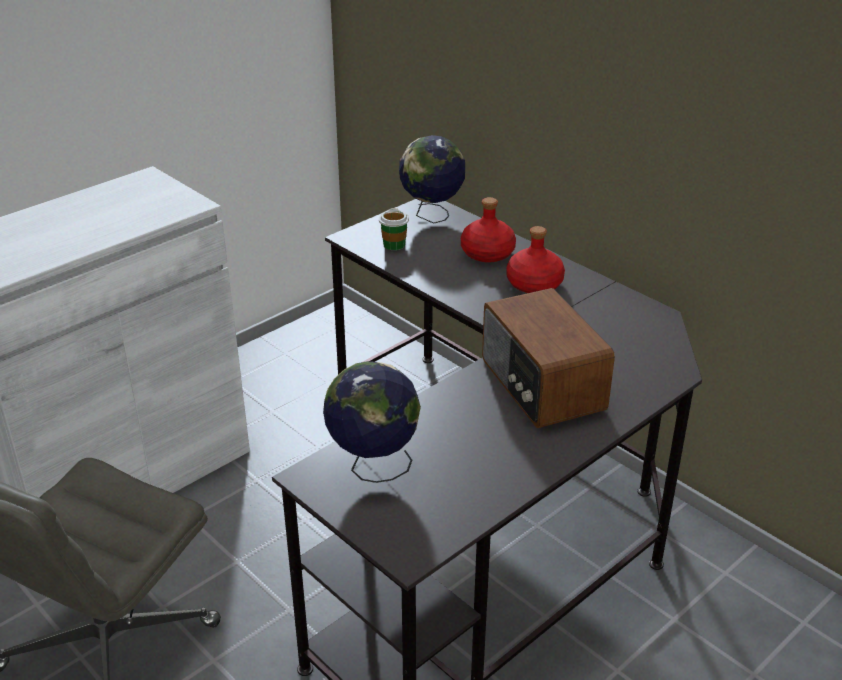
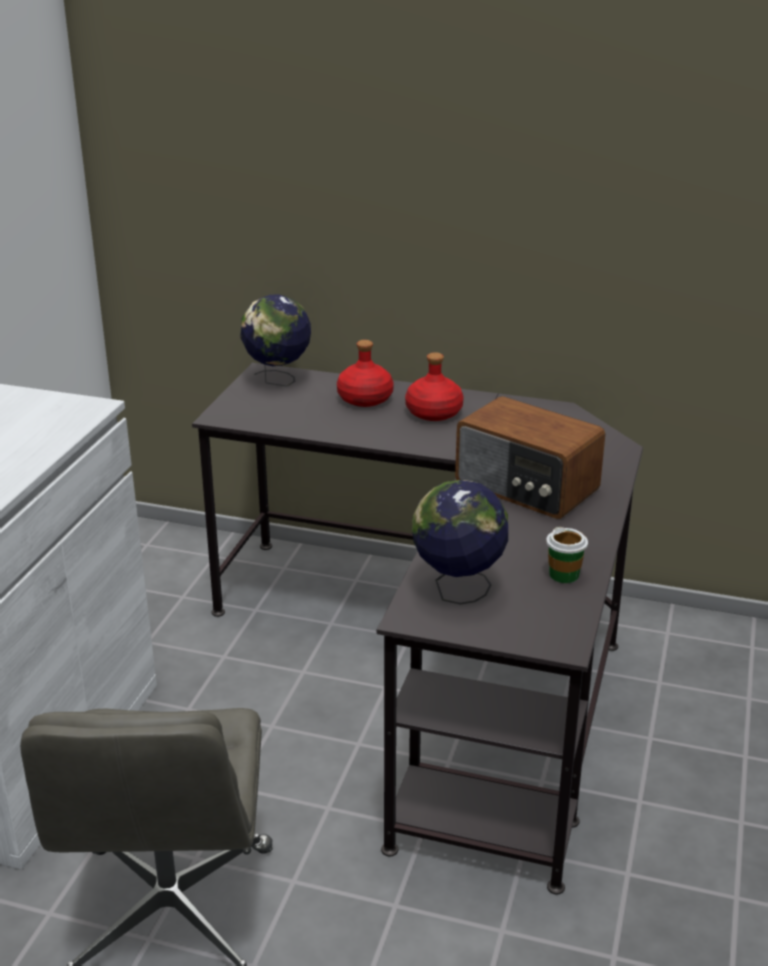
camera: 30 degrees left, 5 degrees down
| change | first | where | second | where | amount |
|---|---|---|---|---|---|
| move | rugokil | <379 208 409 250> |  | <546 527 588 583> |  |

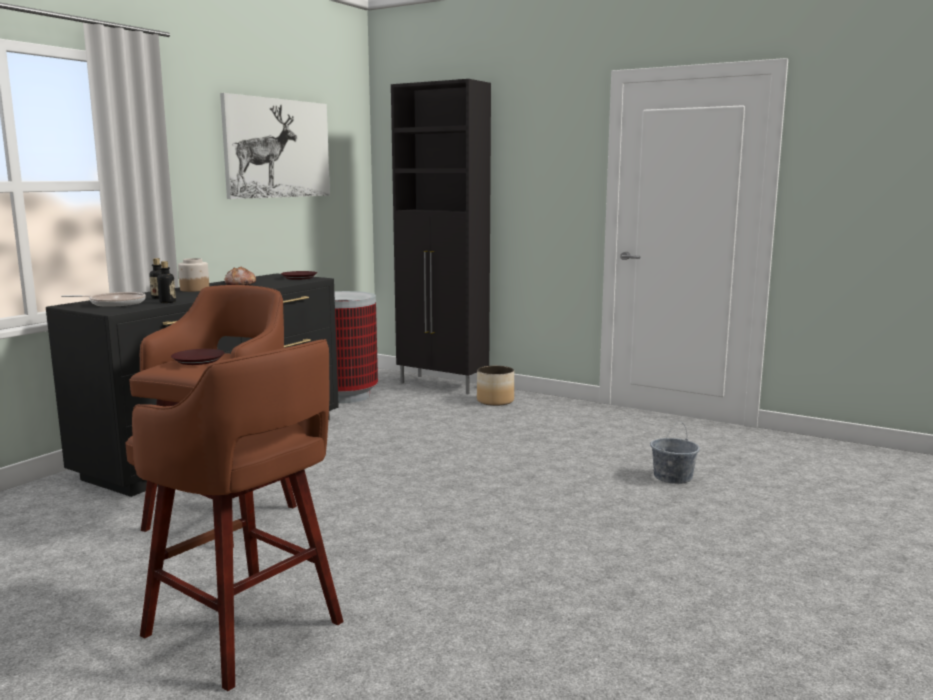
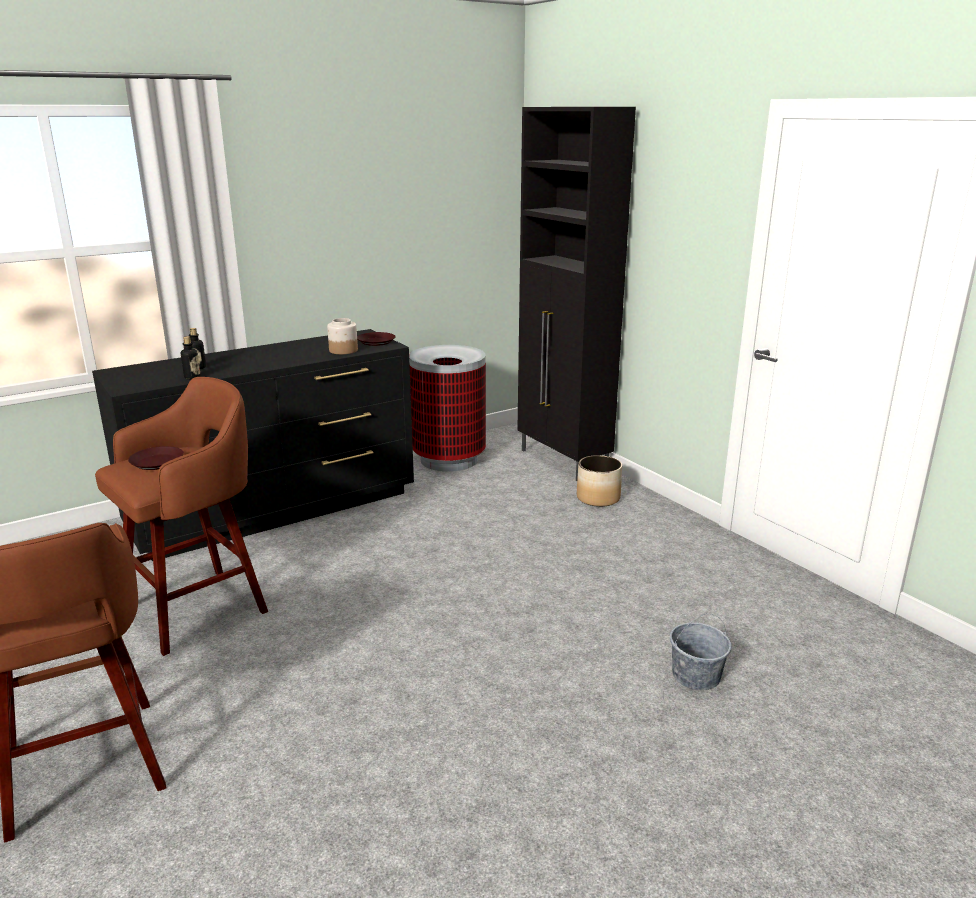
camera: 25 degrees right, 10 degrees up
| change | first | where | second | where | amount |
|---|---|---|---|---|---|
| delete | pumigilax | <61 292 146 307> |  |  |  |
| move | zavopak | <178 258 209 292> |  | <327 318 358 354> |  |
| delete | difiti | <220 93 330 199> |  |  |  |
| delete | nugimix | <224 267 256 285> |  |  |  |

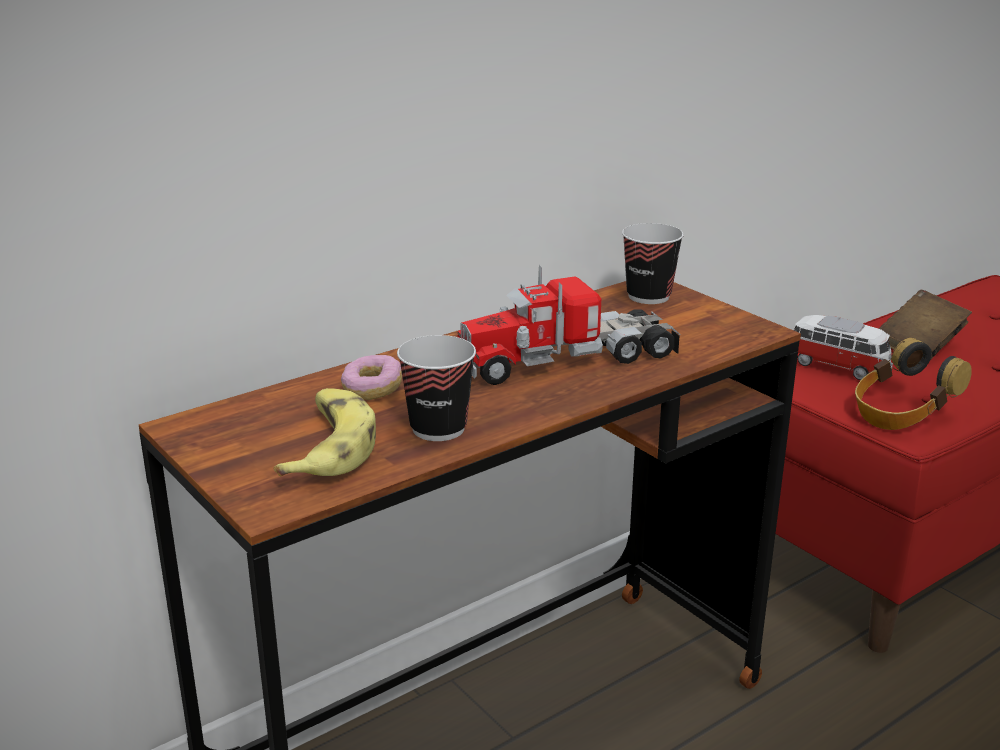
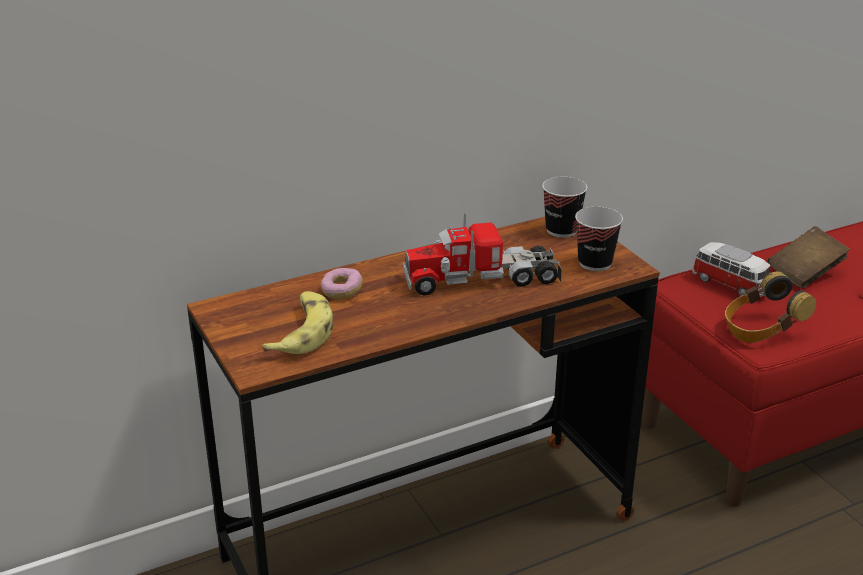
camera: 10 degrees right, 5 degrees up
| change | first | where | second | where | amount |
|---|---|---|---|---|---|
| move | rugokil | <397 335 476 441> |  | <575 207 623 271> |  |

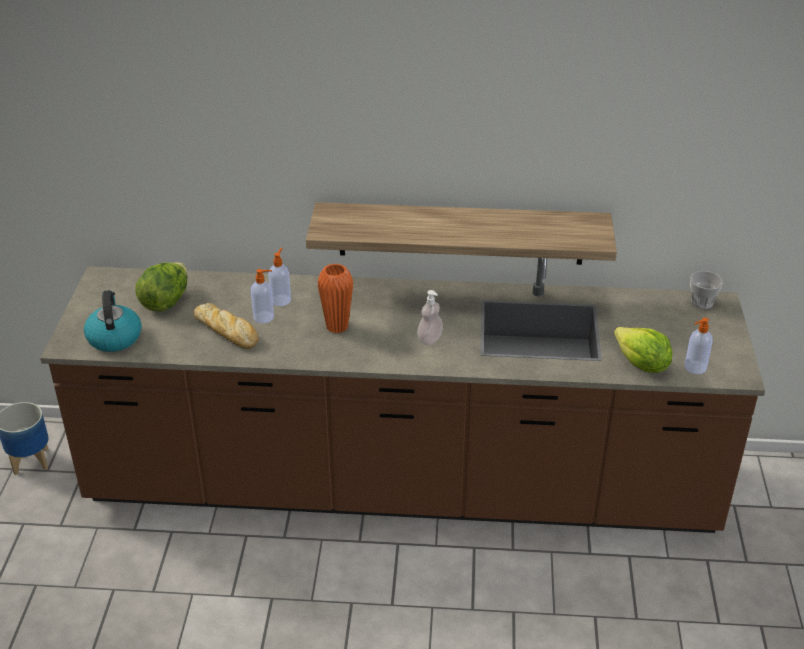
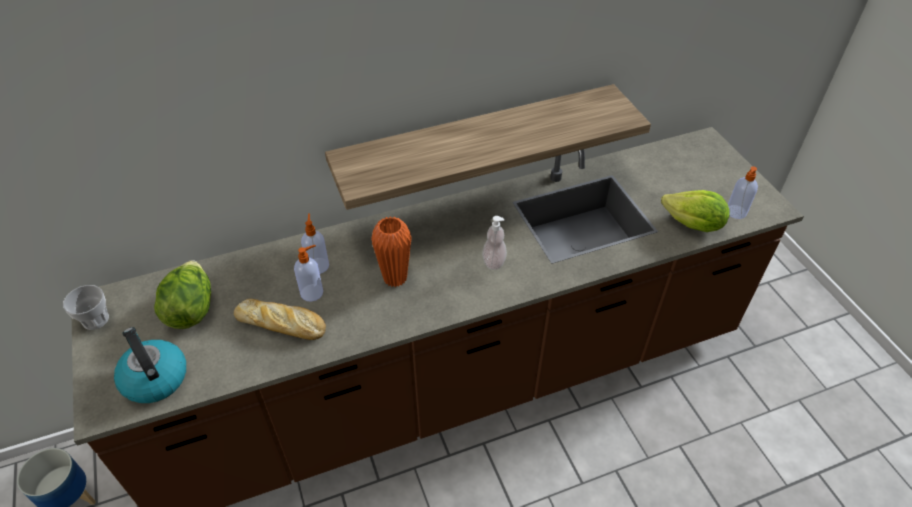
camera: 25 degrees left, 10 degrees up
| change | first | where | second | where | amount |
|---|---|---|---|---|---|
| move | rugokil | <690 271 723 309> |  | <63 285 109 330> |  |

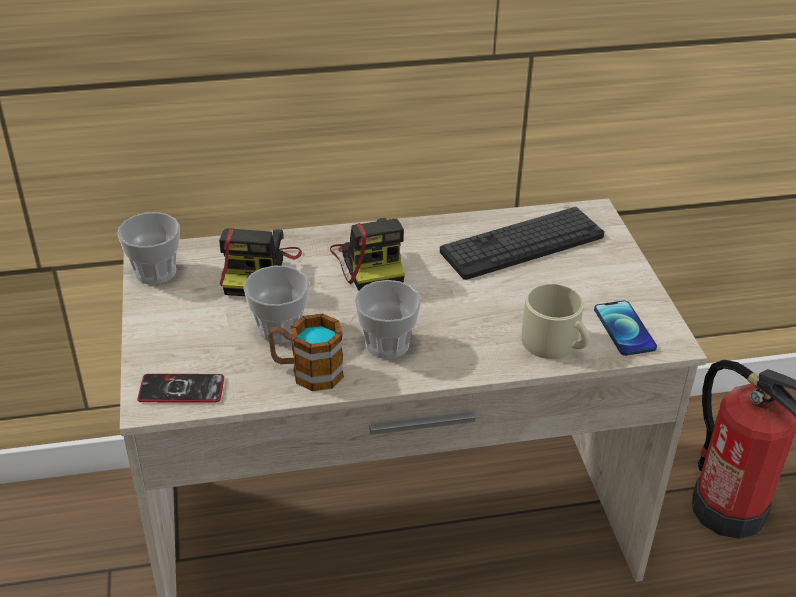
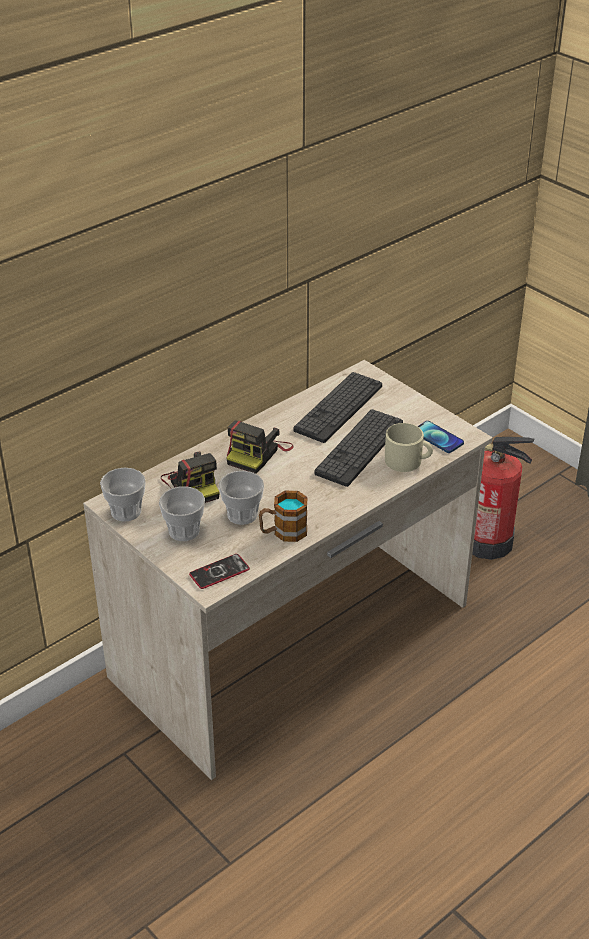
camera: 30 degrees left, 0 degrees up
| change | first | where | second | where | amount |
|---|---|---|---|---|---|
| rotate | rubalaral | <330 218 405 291> |  | <226 420 293 474> | 75 degrees clockwise |
| move | rugokil | <354 280 421 359> |  | <159 486 205 541> |  |
| insert |  |  | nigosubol | <314 409 403 487> |  |

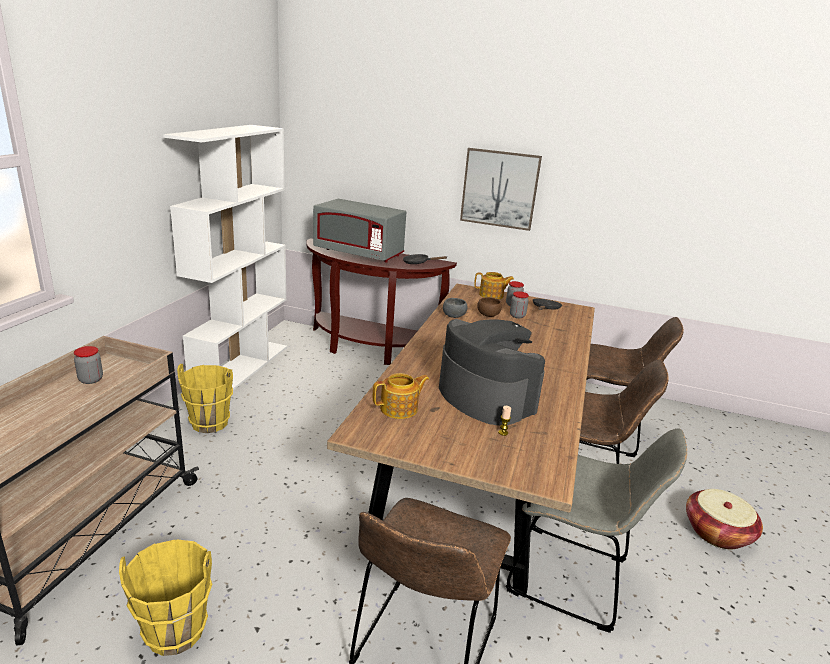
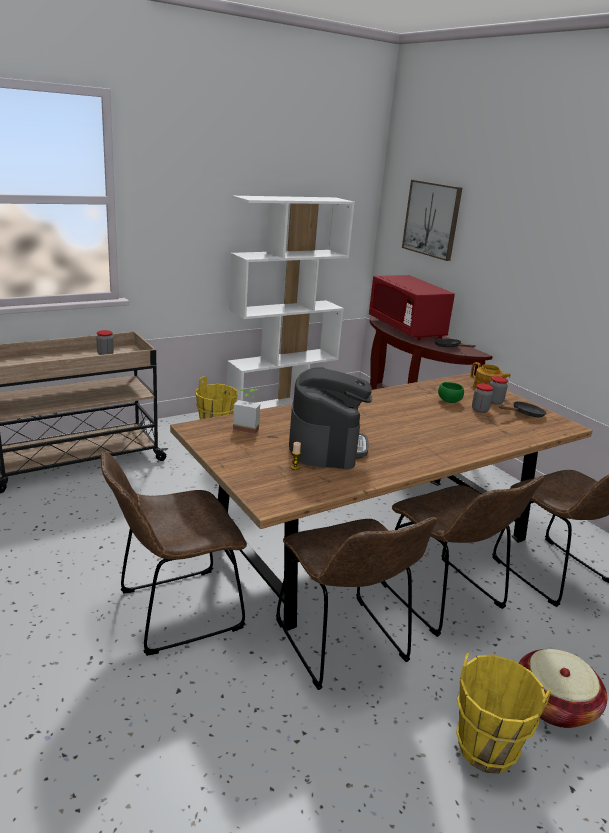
camera: 40 degrees right, 0 degrees up
| change | first | where | second | where | amount |
|---|---|---|---|---|---|
| move | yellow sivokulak | <119 539 212 656> |  | <456 653 551 774> |  |
| recolor | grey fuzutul | <313 199 406 262> | red fuzutul | <369 275 455 340> |  |
| replace | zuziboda | <373 373 429 419> | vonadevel | <233 389 260 434> |  |
| delete | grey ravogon | <443 298 467 318> |  |  |  |
| move | difiti | <460 148 542 231> |  | <402 180 462 261> |  |
| recolor | brown ravogon | <477 297 502 317> | green ravogon | <438 382 464 403> |  |
| recolor | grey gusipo | <506 429 687 633> | brown gusipo | <276 517 437 690> |  |

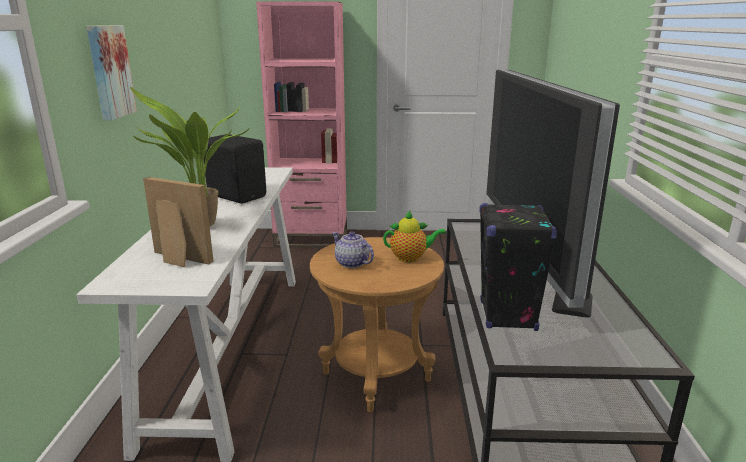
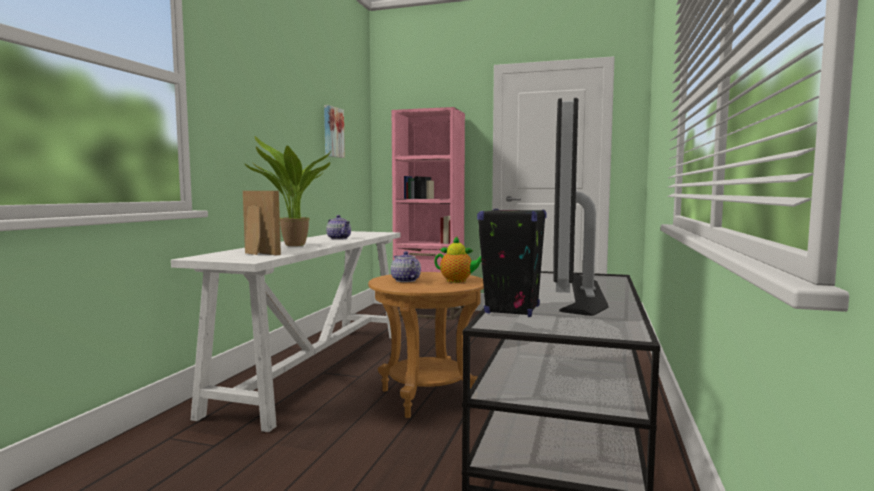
camera: 15 degrees right, 15 degrees down
| change | first | where | second | where | amount |
|---|---|---|---|---|---|
| move | difiti | <86 25 137 121> |  | <324 105 345 158> |  |
| replace | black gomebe | <204 134 266 204> | zuziboda | <326 215 351 240> |  |

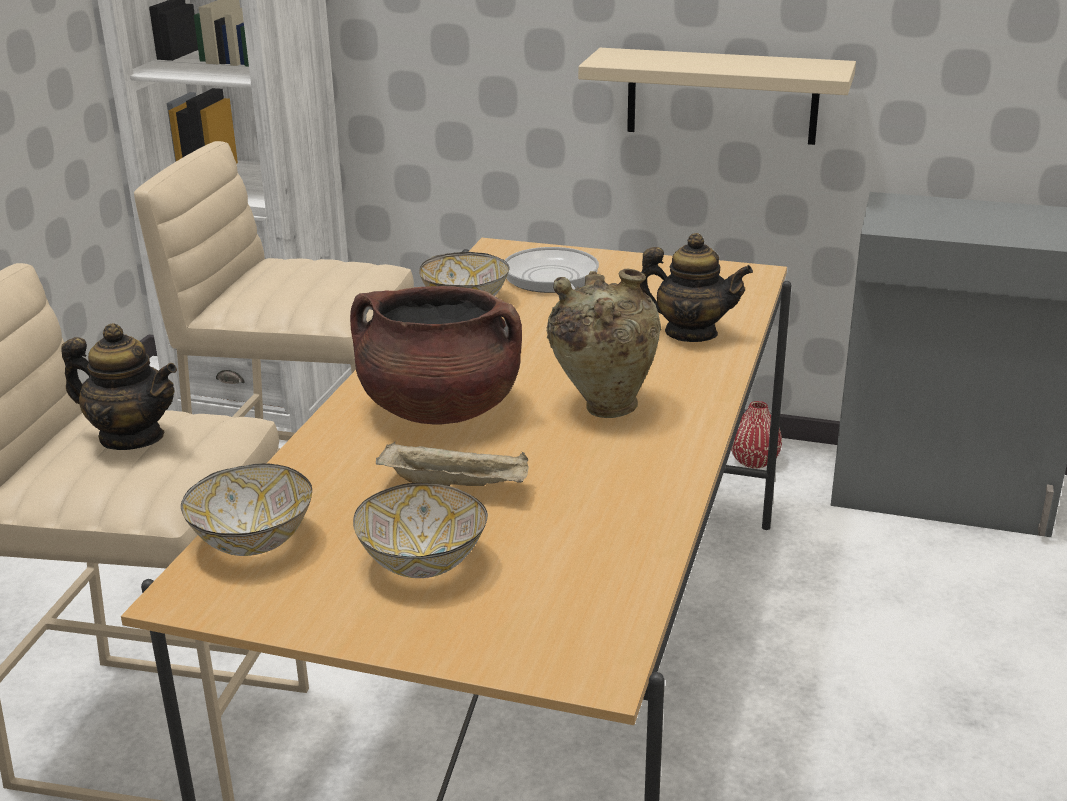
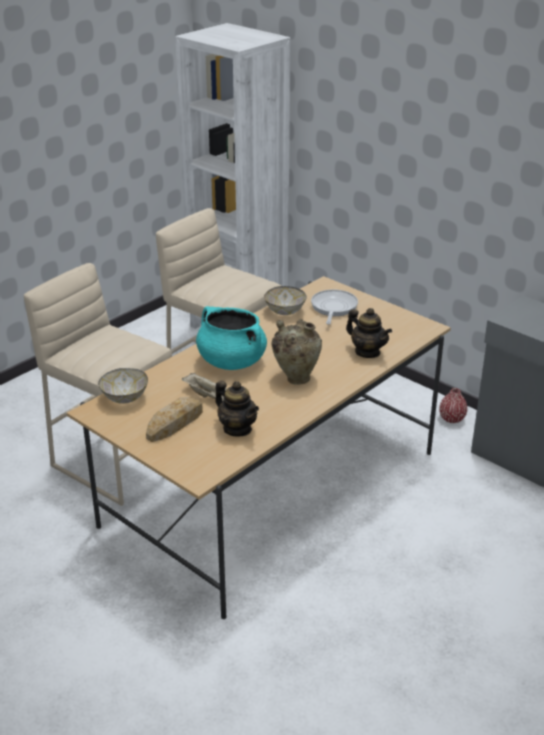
camera: 25 degrees right, 5 degrees up
| change | first | where | second | where | amount |
|---|---|---|---|---|---|
| move | zuziboda | <61 323 177 450> |  | <215 381 259 437> |  |
| recolor | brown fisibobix | <350 286 522 424> | turquoise fisibobix | <196 306 267 370> |  |
| replace | ravogon | <353 483 488 578> | nugimix | <146 397 203 442> |  |
| delete | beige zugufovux | <578 48 856 145> |  |  |  |

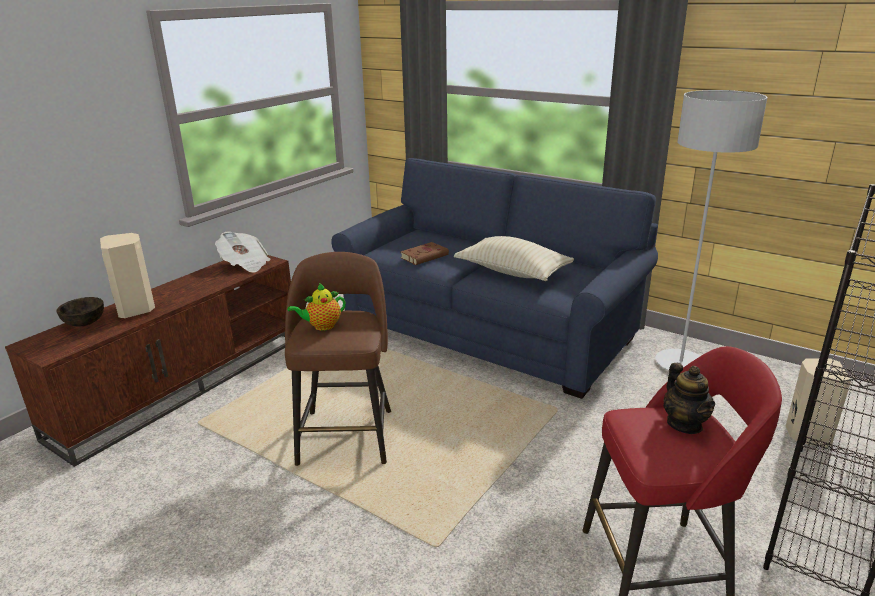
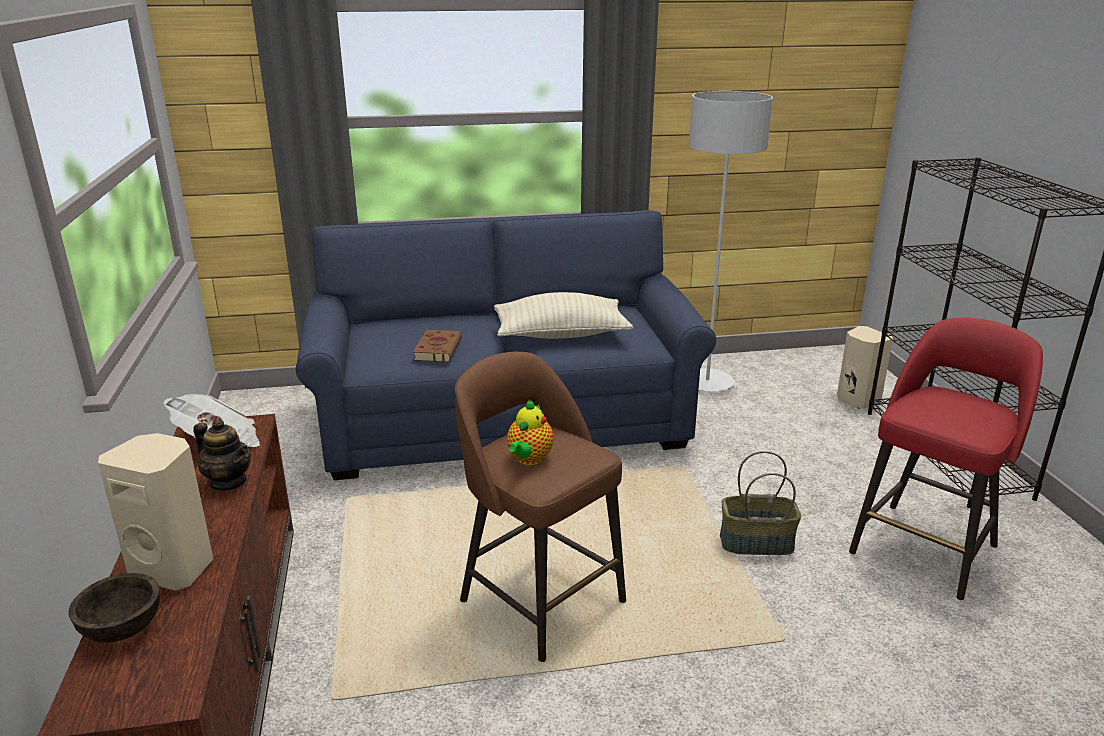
camera: 45 degrees left, 0 degrees up
| change | first | where | second | where | amount |
|---|---|---|---|---|---|
| move | zuziboda | <663 363 715 434> |  | <193 418 251 491> |  |
| insert |  |  | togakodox | <720 451 801 555> |  |

